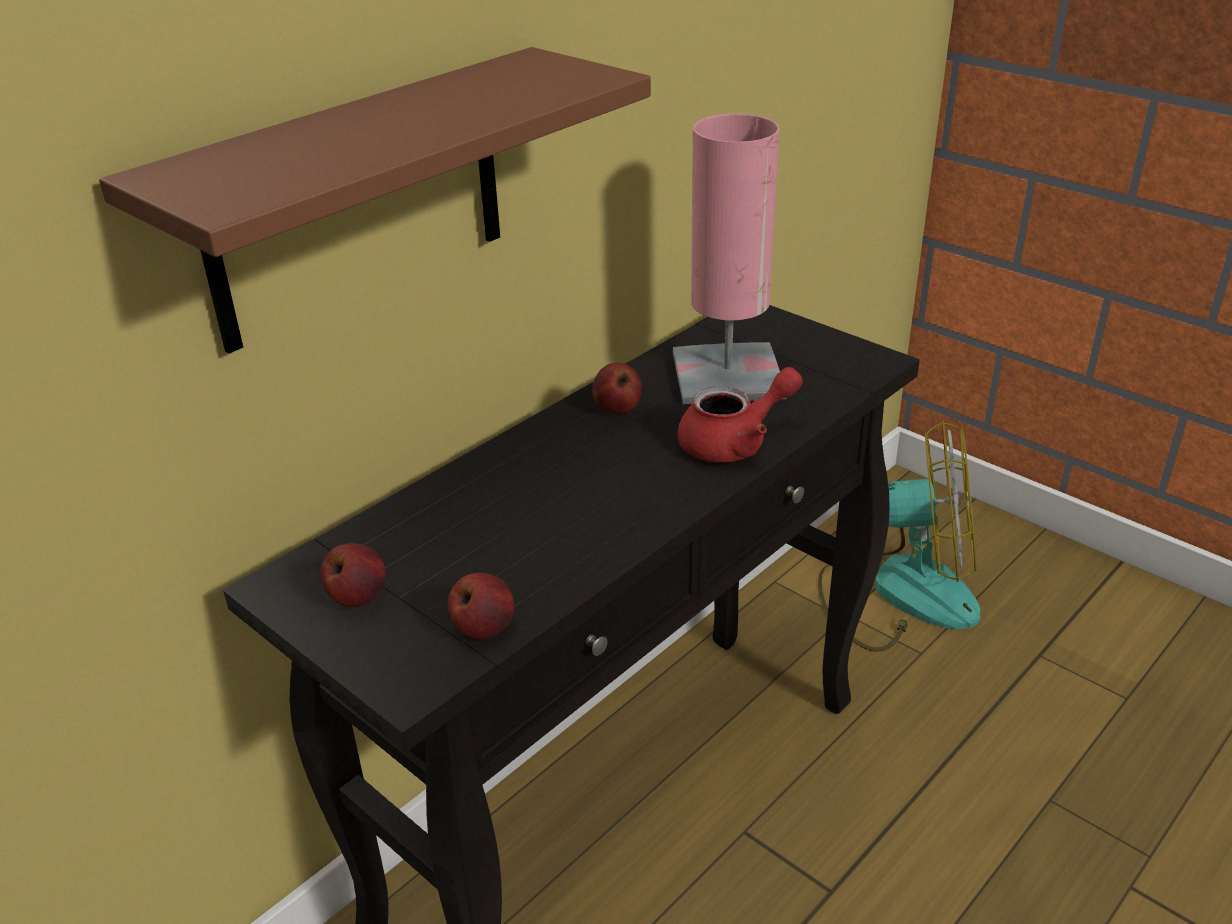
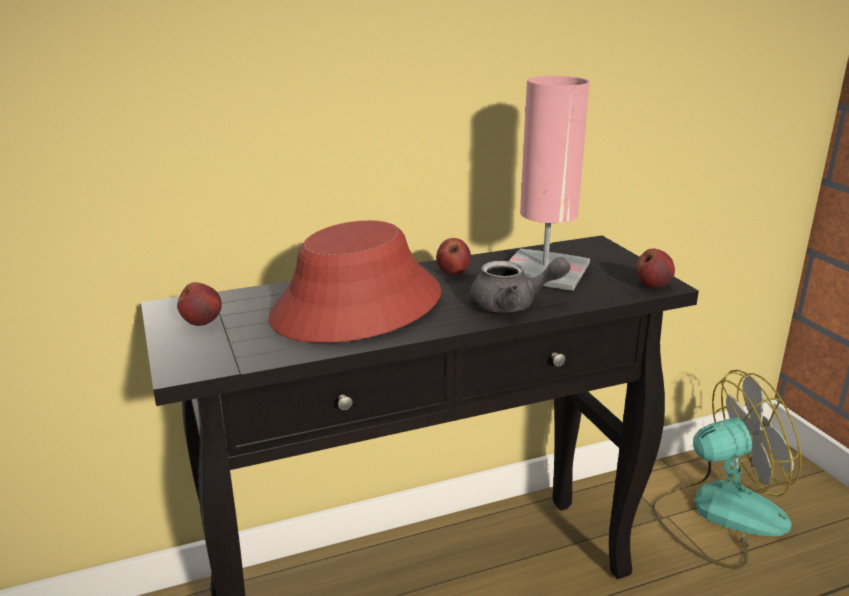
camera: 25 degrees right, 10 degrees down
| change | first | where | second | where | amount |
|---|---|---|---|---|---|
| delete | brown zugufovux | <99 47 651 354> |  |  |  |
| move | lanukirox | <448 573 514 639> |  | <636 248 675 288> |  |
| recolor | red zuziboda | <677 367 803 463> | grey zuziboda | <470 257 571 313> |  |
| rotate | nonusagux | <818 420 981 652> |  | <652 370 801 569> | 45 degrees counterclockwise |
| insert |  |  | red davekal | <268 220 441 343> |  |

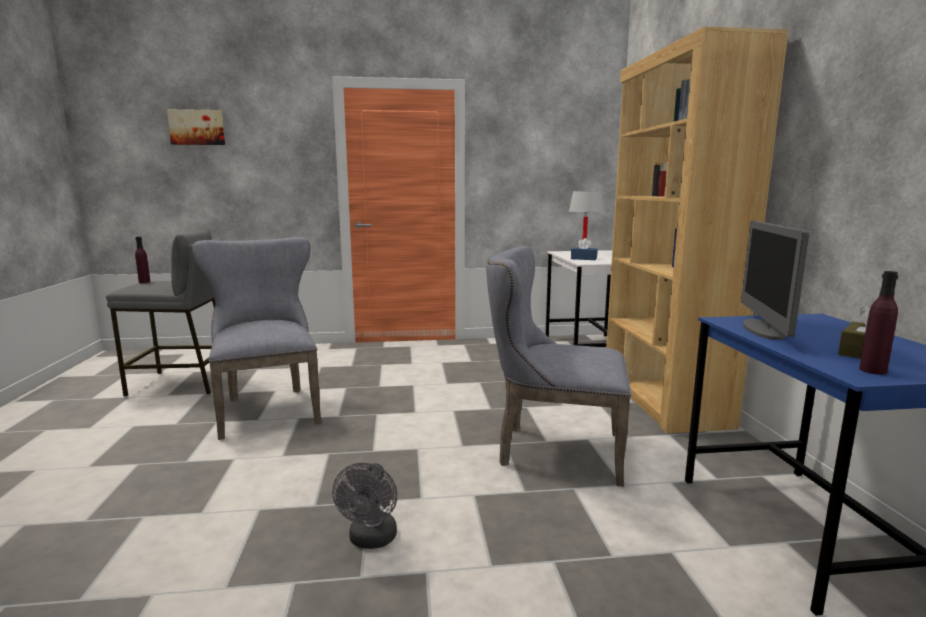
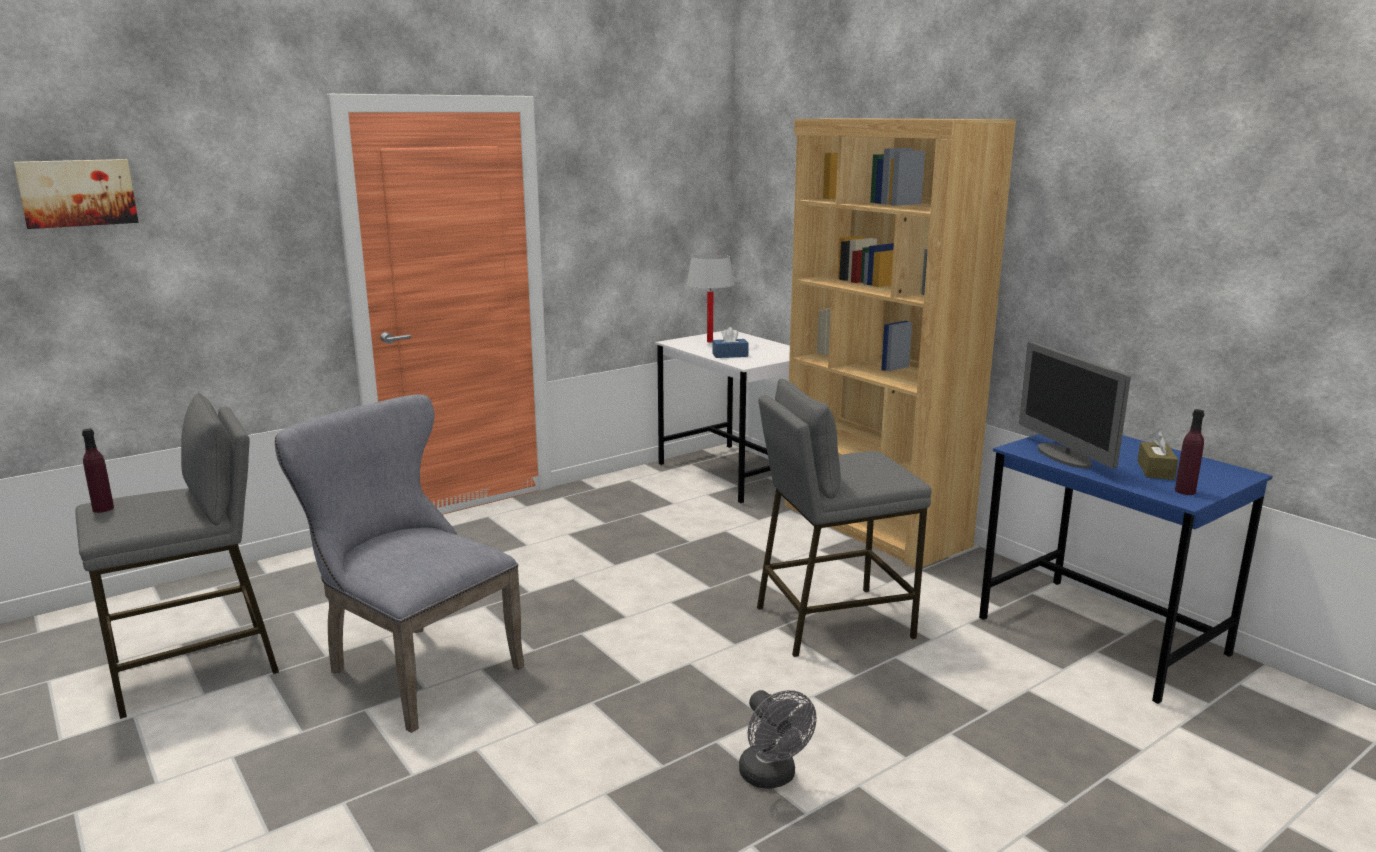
camera: 30 degrees left, 5 degrees up
| change | first | where | second | where | amount |
|---|---|---|---|---|---|
| replace | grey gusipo | <486 246 631 487> | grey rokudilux | <757 379 931 657> |  |

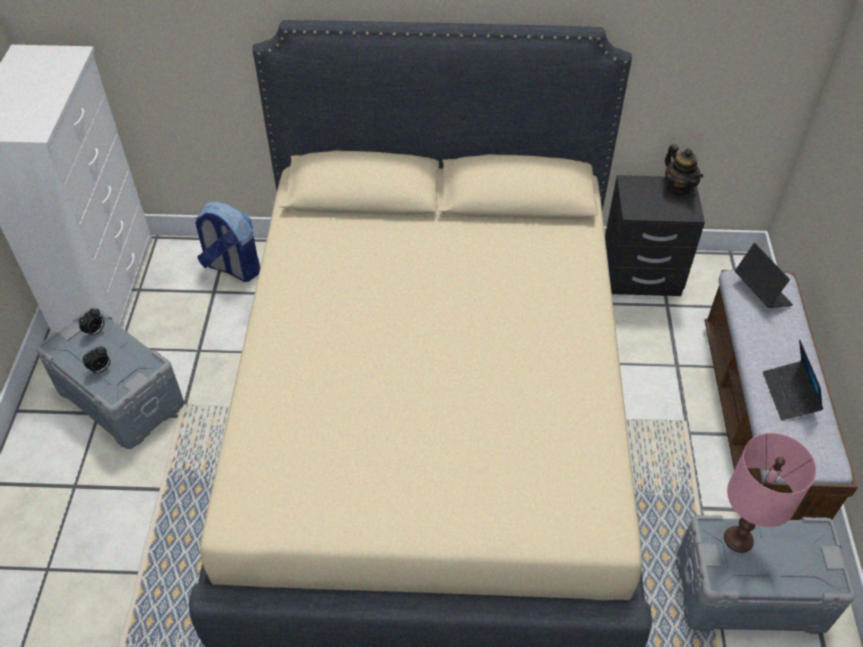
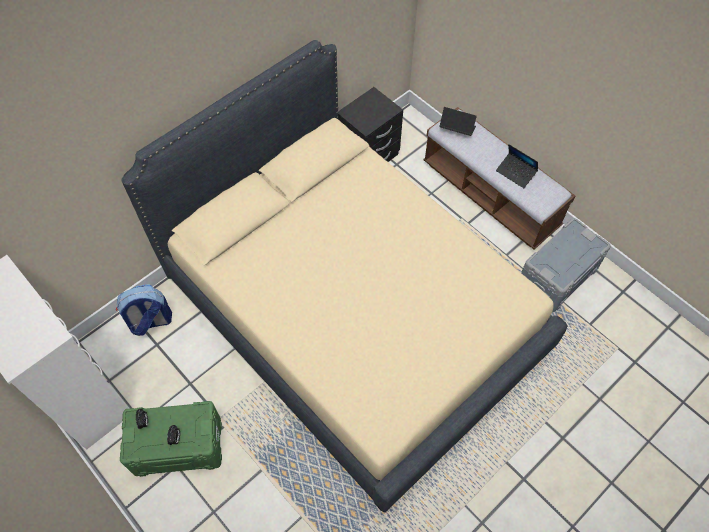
camera: 45 degrees left, 10 degrees up
| change | first | where | second | where | amount |
|---|---|---|---|---|---|
| recolor | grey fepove | <36 306 184 449> | green fepove | <120 401 222 477> |  |
| delete | zuziboda | <665 144 703 195> |  |  |  |
| delete | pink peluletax | <724 433 817 553> |  |  |  |

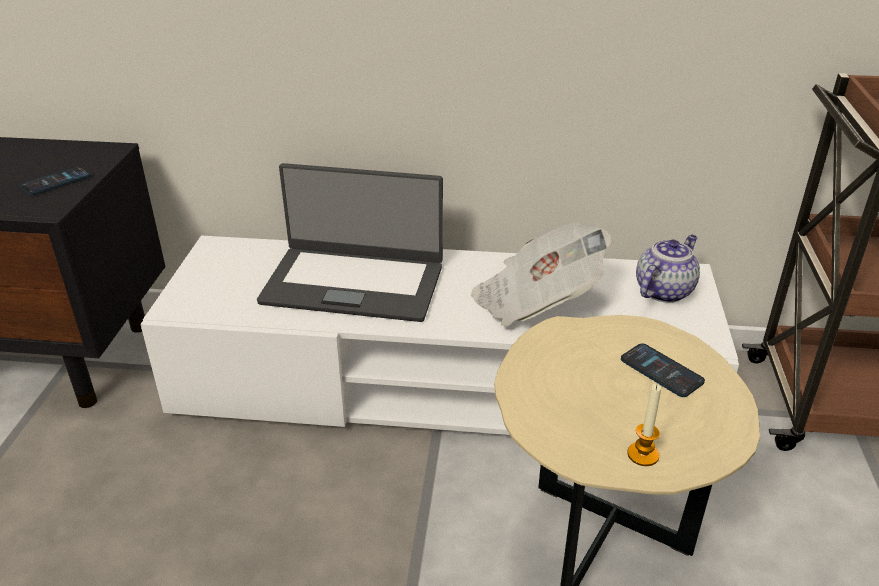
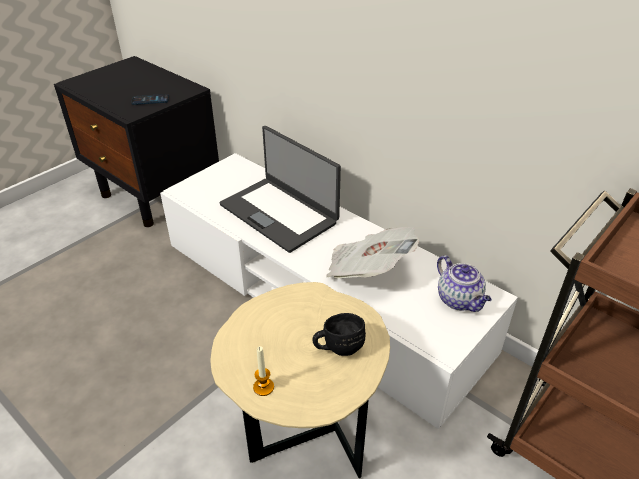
camera: 35 degrees right, 5 degrees up
| change | first | where | second | where | amount |
|---|---|---|---|---|---|
| replace | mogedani | <621 344 705 397> | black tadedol | <312 313 366 356> |  |
| rotate | zuziboda | <636 235 700 303> |  | <437 255 492 312> | 75 degrees clockwise |

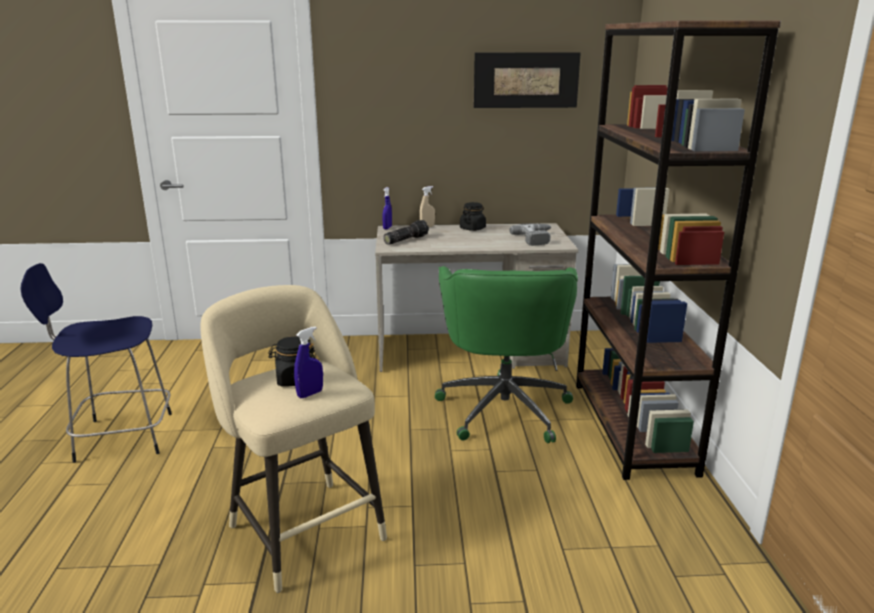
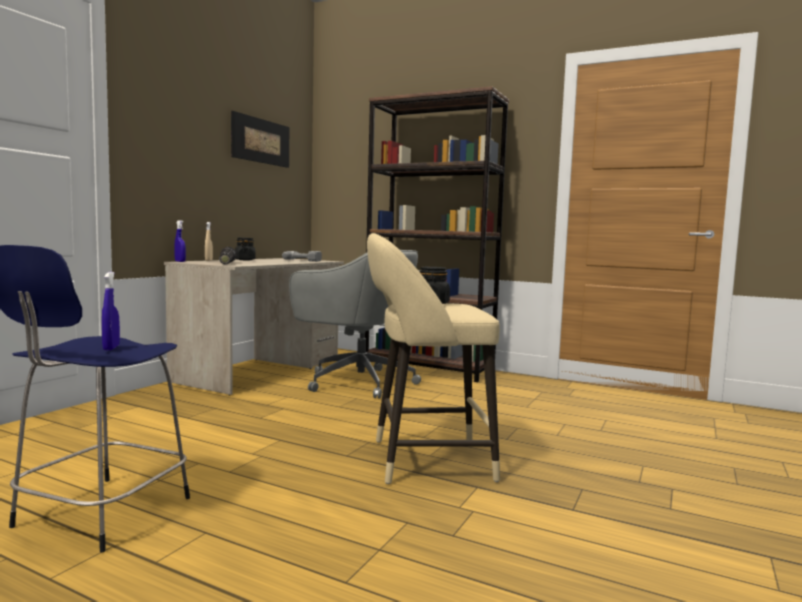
camera: 60 degrees left, 15 degrees down
| change | first | where | second | where | amount |
|---|---|---|---|---|---|
| move | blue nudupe | <294 326 323 398> |  | <102 272 120 350> |  |
| recolor | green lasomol | <435 266 578 443> | grey lasomol | <289 250 421 399> |  |

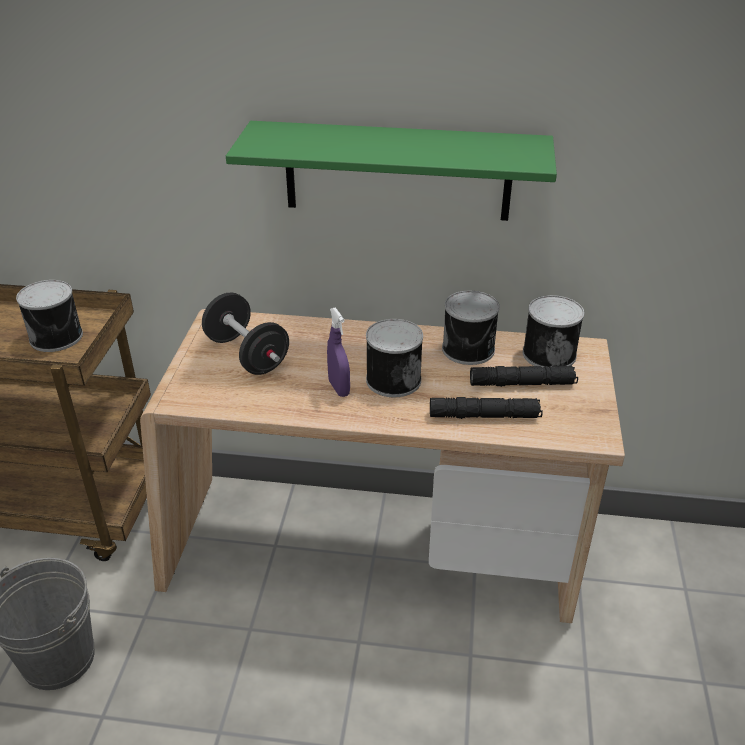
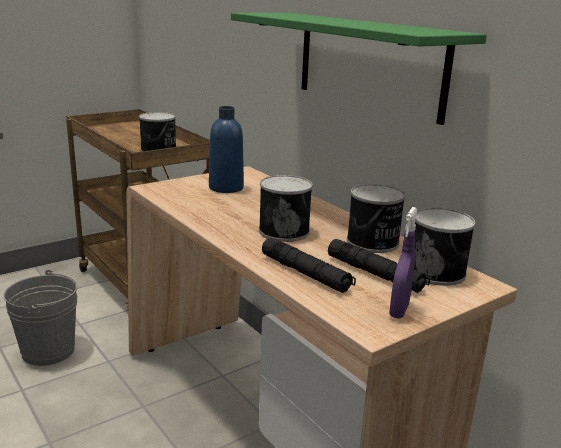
camera: 45 degrees right, 15 degrees down
| change | first | where | second | where | amount |
|---|---|---|---|---|---|
| replace | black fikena | <202 292 289 375> | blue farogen | <209 106 244 193> |  |
| move | purple nudupe | <327 307 350 397> |  | <389 207 418 318> |  |

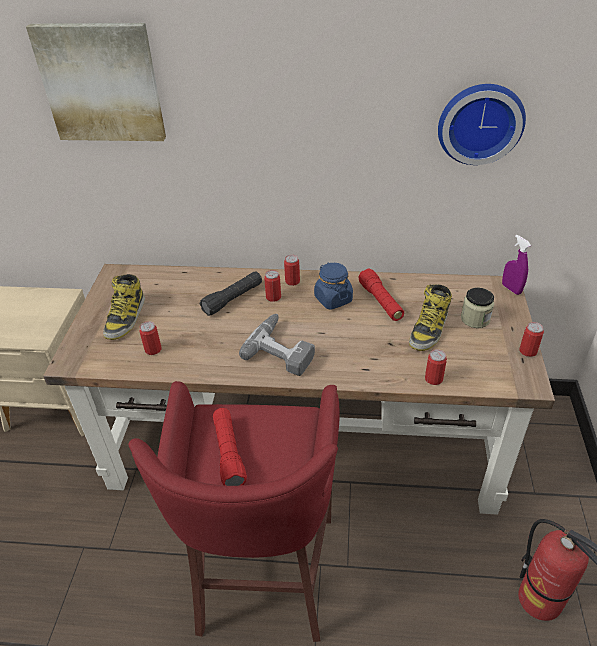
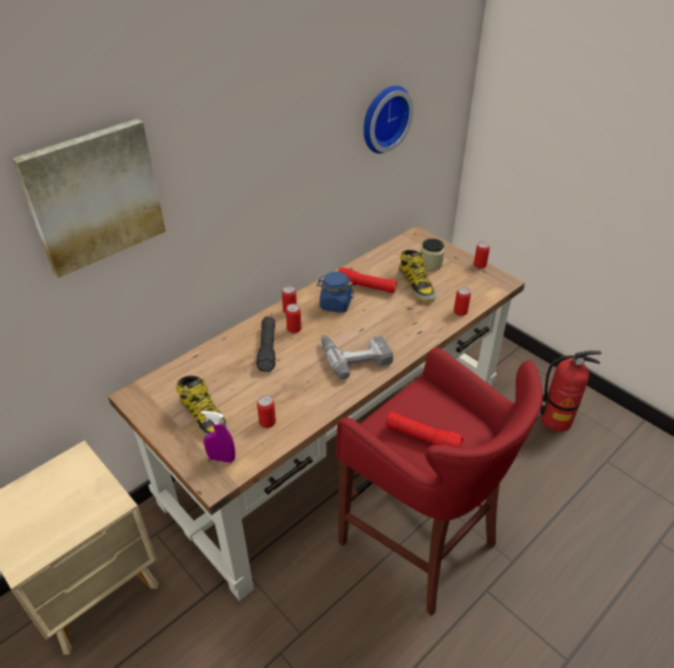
camera: 50 degrees left, 0 degrees up
| change | first | where | second | where | amount |
|---|---|---|---|---|---|
| move | purple nudupe | <502 235 531 295> |  | <201 411 235 463> |  |

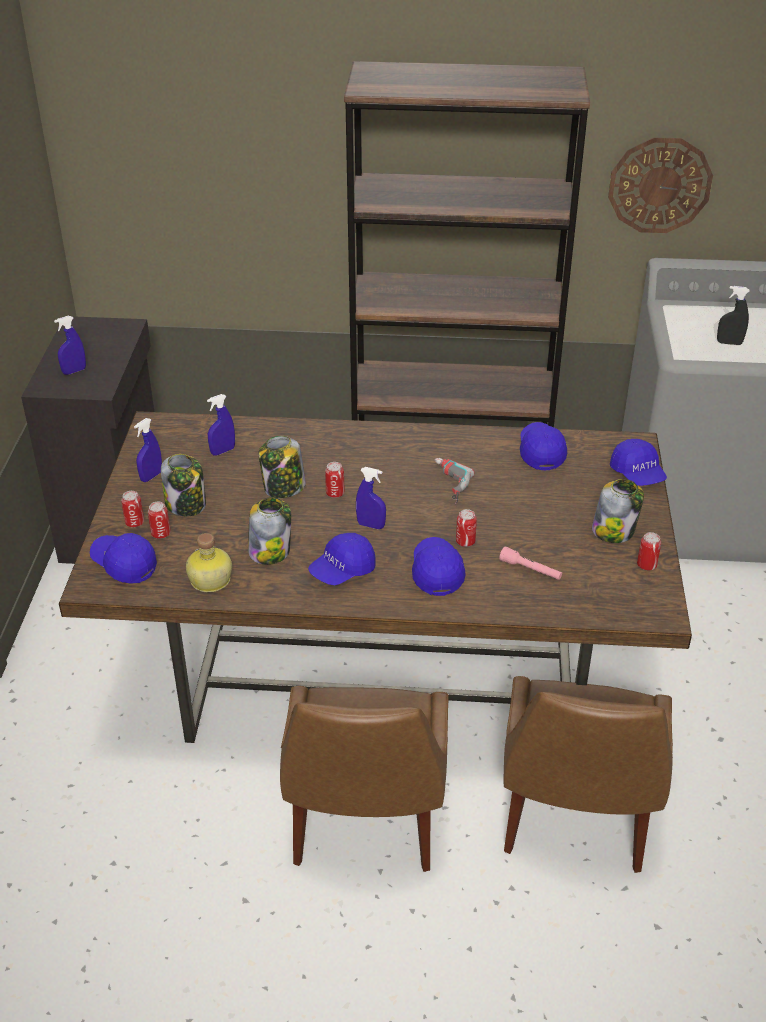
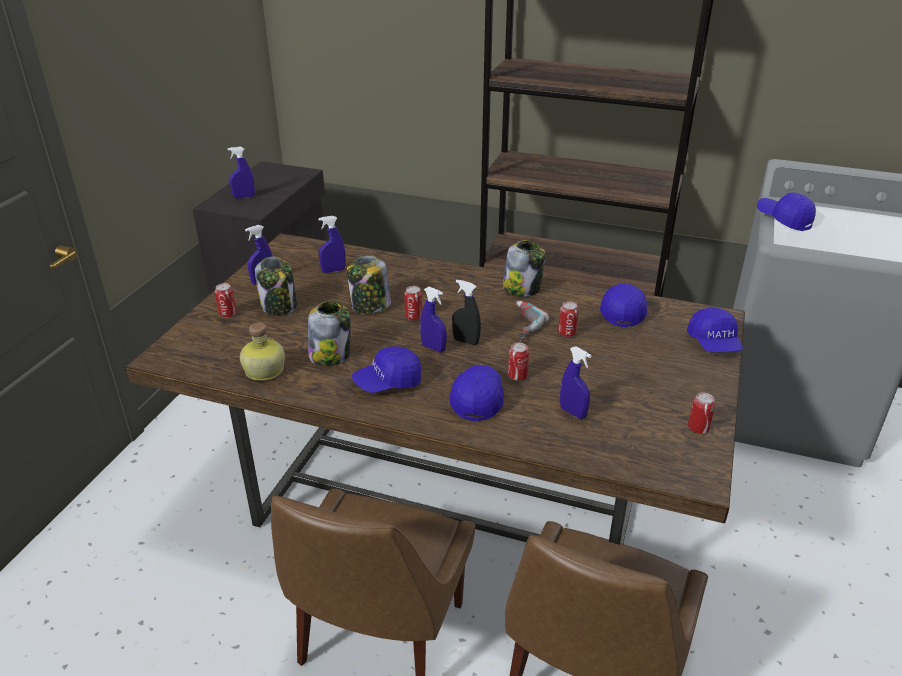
camera: 15 degrees right, 5 degrees down
| change | first | where | second | where | amount |
|---|---|---|---|---|---|
| move | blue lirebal | <90 533 157 584> |  | <757 192 816 231> |  |
| move | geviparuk | <148 502 171 539> |  | <558 301 579 337> |  |
| replace | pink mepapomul | <499 546 562 580> | blue nudupe | <560 347 592 419> |  |
| move | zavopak | <592 479 644 543> |  | <503 240 545 297> |  |
| delete | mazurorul | <608 137 713 233> |  |  |  |
| move | black nudupe | <717 286 750 345> |  | <452 280 481 345> |  |

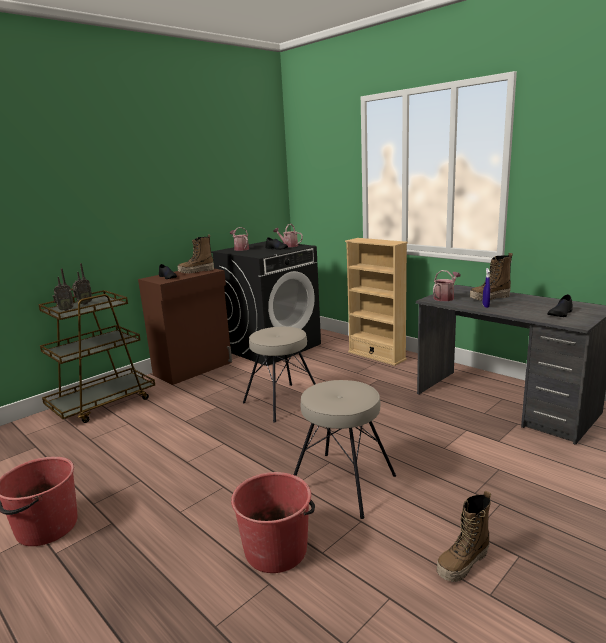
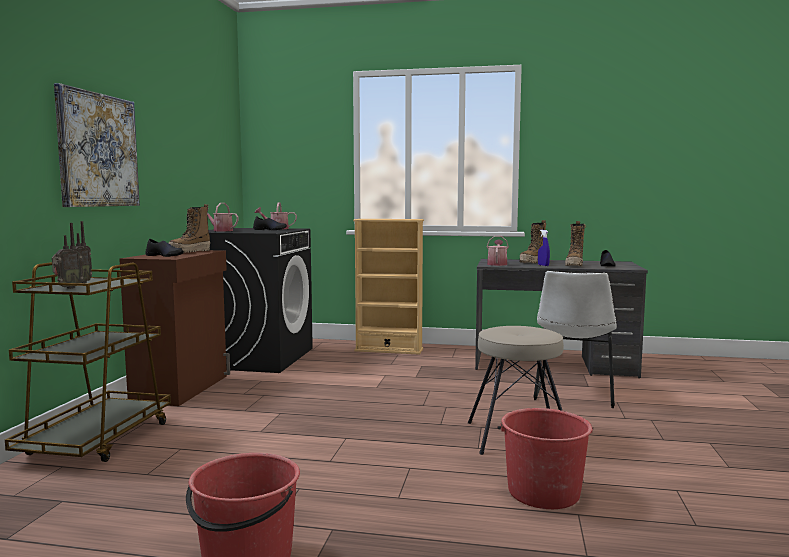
camera: 35 degrees left, 10 degrees down
| change | first | where | second | where | amount |
|---|---|---|---|---|---|
| delete | beige rokudilux | <243 327 316 422> |  |  |  |
| move | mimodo | <437 491 491 582> |  | <565 221 586 266> |  |
| insert |  |  | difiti | <54 83 140 207> |  |
| insert |  |  | white gusipo | <533 271 617 408> |  |

